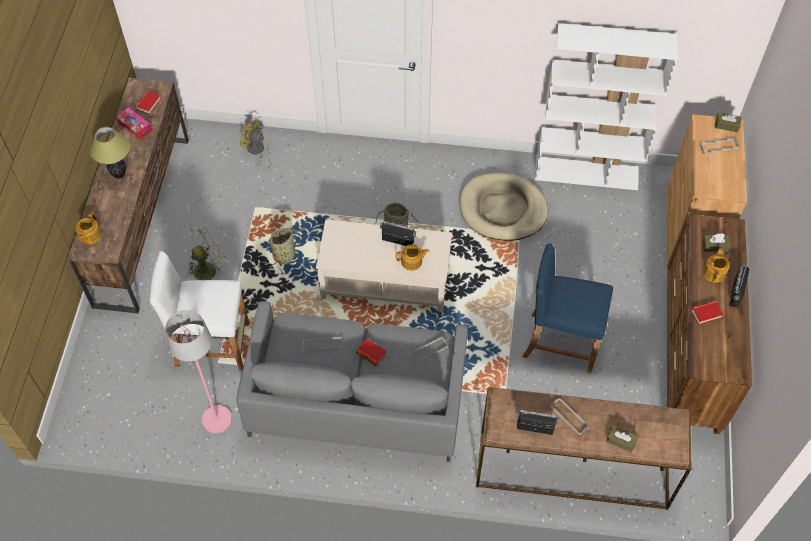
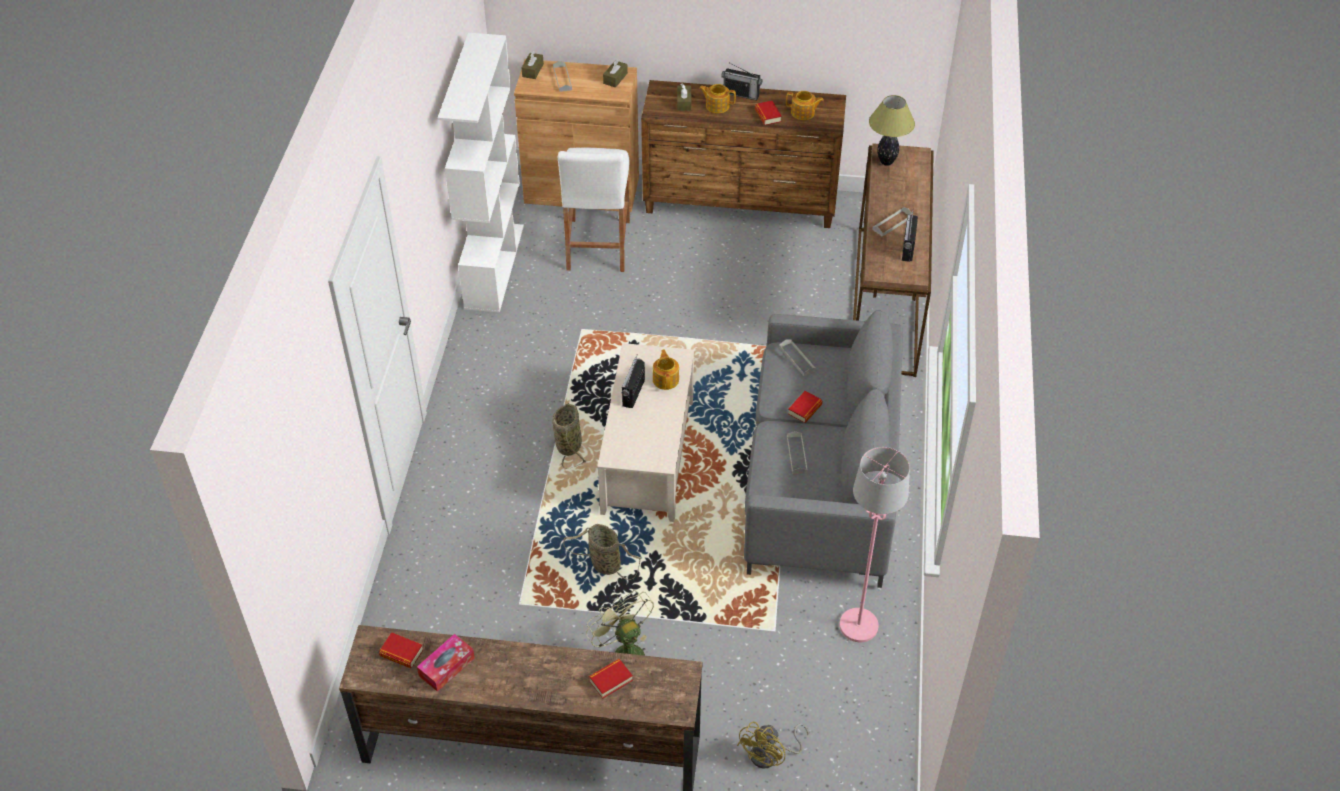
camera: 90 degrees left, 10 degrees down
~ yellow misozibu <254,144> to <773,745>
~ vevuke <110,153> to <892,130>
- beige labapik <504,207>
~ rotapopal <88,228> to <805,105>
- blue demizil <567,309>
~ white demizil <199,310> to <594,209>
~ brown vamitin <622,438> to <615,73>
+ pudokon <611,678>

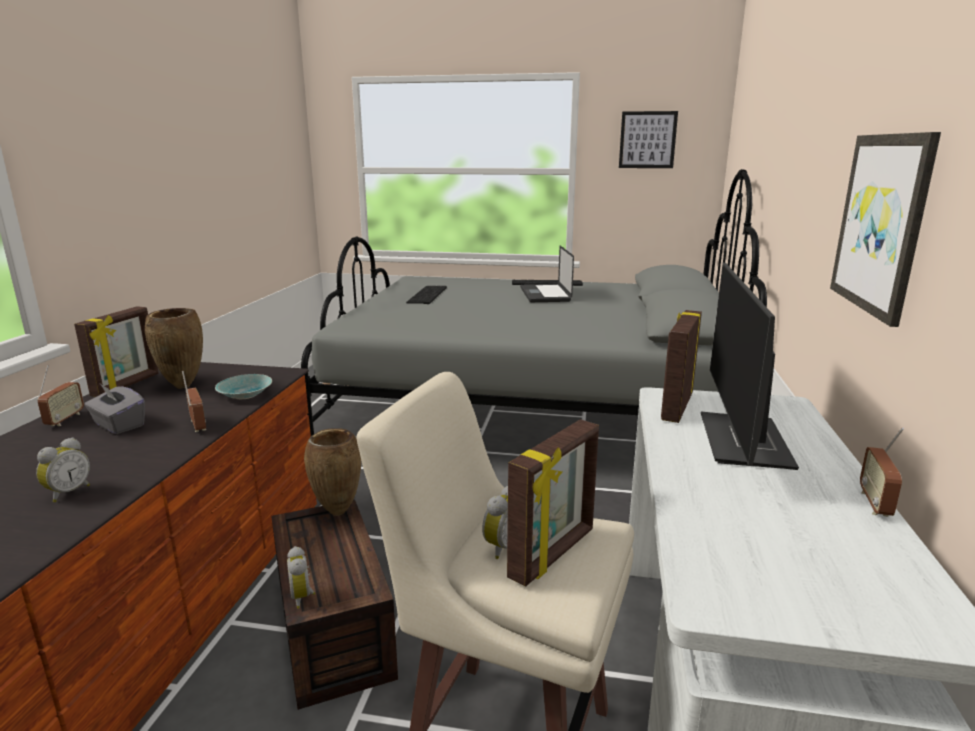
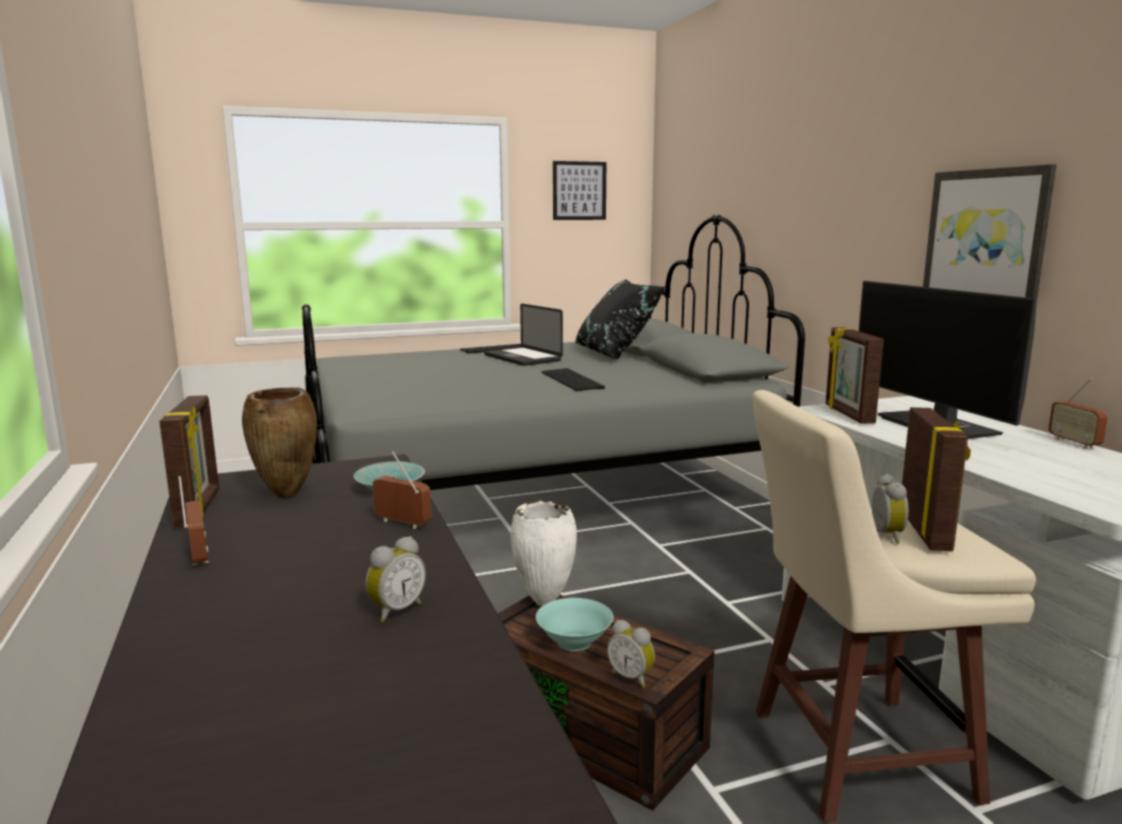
camera: 30 degrees left, 5 degrees down
~ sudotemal <426,295> to <573,379>
- grey vamitin <114,409>
~ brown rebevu <332,472> to white rebevu <544,553>
~ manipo <63,469> = <396,579> 45 degrees clockwise
+ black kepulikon <620,319>
+ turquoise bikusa <574,624>

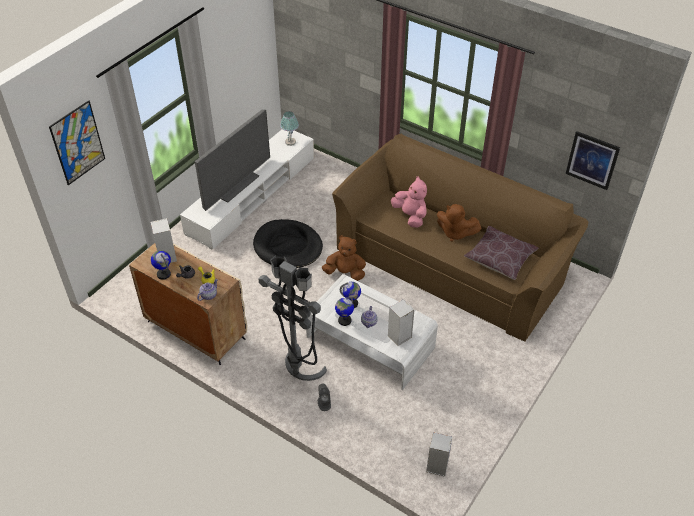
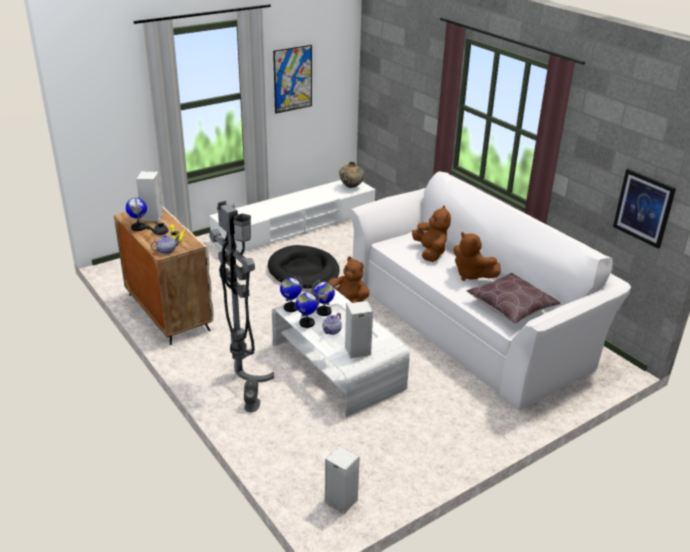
camera: 20 degrees right, 15 degrees down
~ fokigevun <77,142> to <292,79>
- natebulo <232,160>
~ vevuke <289,128> to beige rebevu <351,175>
~ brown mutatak <460,237> to white mutatak <490,291>
~ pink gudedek <409,202> to brown gudedek <431,234>
+ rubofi <291,294>

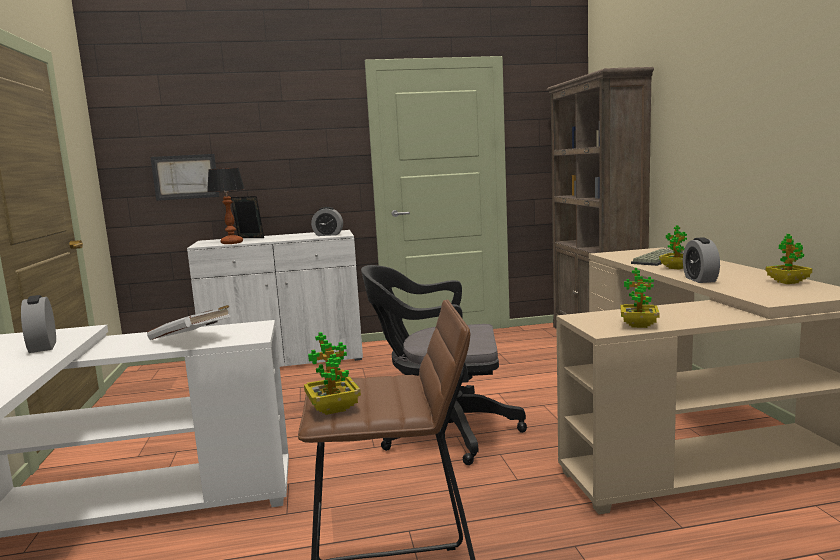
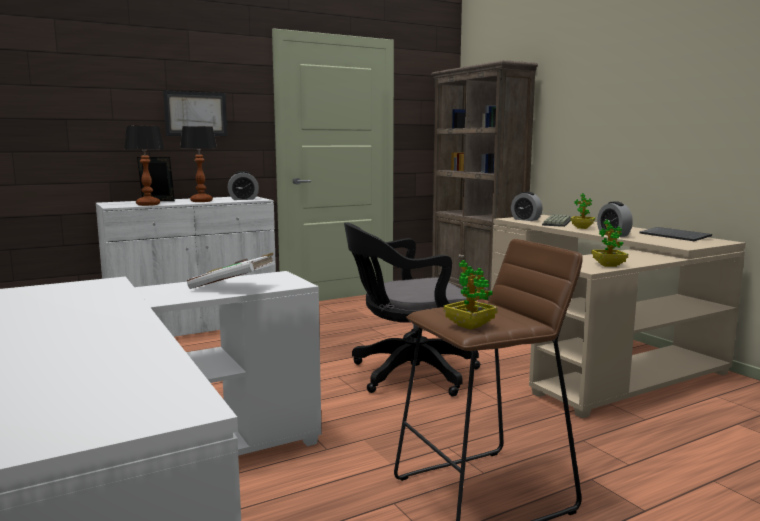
camera: 20 degrees left, 0 degrees up
~ fokigevun <185,177> to <195,113>
~ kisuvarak <789,259> to sudotemal <675,234>
~ manipo <38,324> to <527,206>
+ vevuke <198,164>

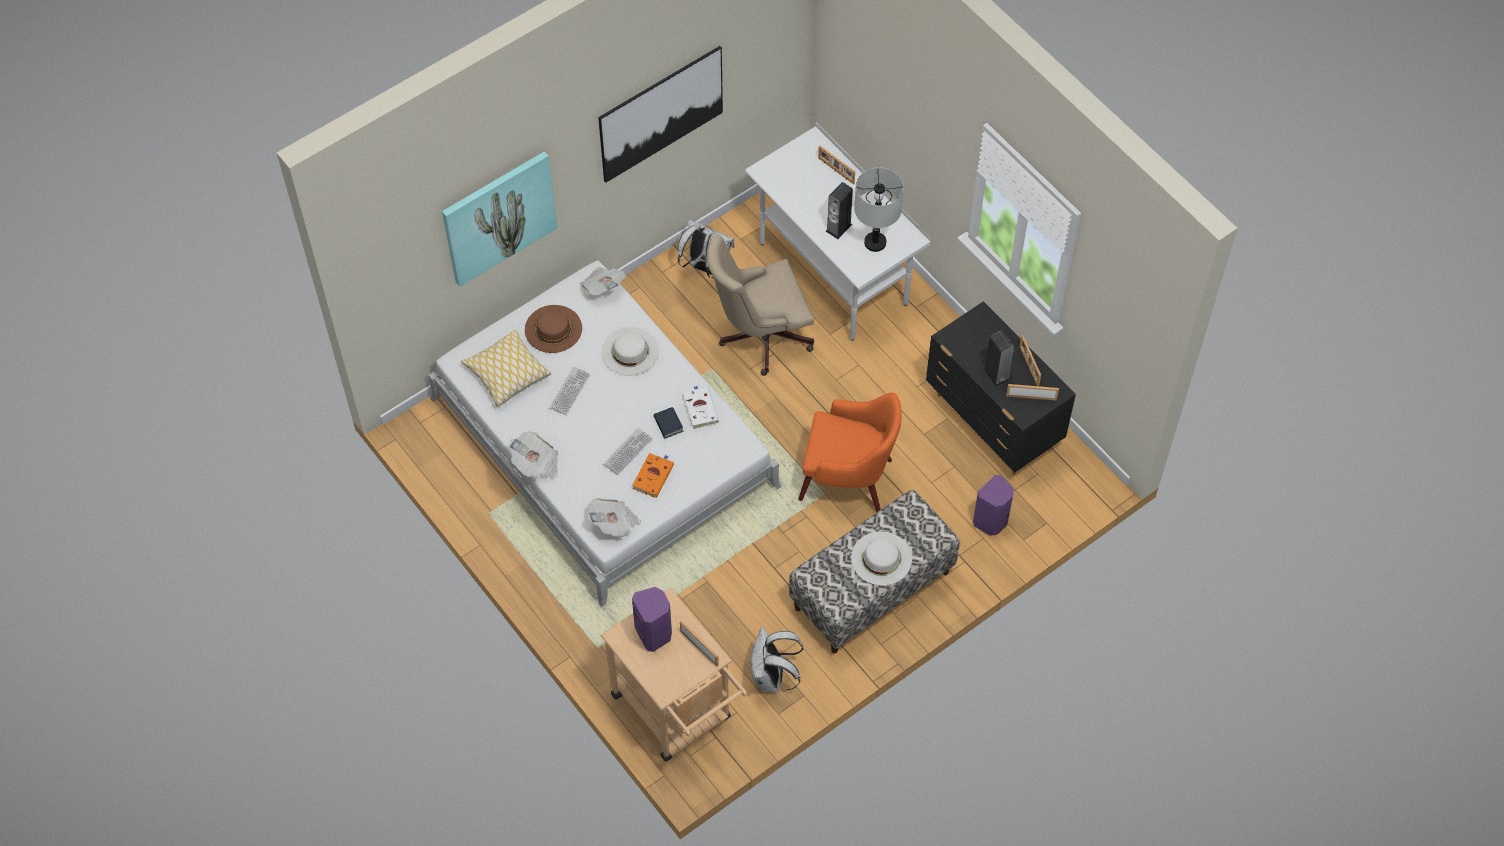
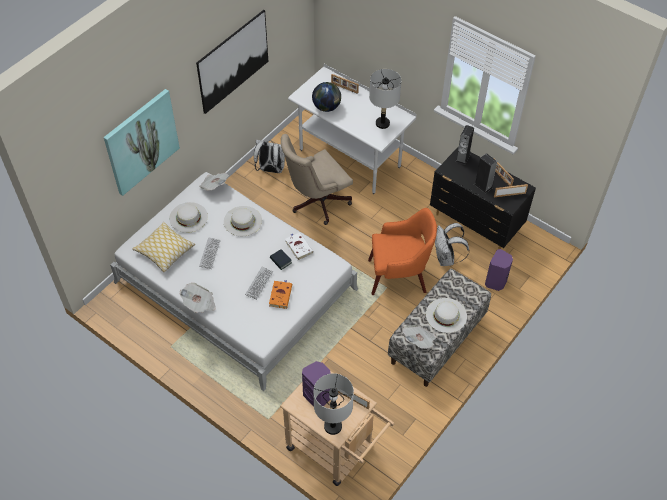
camera: 15 degrees left, 5 degrees down
~ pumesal <839,210> to <464,145>
~ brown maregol <553,329> to white maregol <188,217>
~ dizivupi <614,517> to <419,337>
~ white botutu <776,659> to <452,244>
+ rubofi <326,97>
+ grey vevuke <333,404>

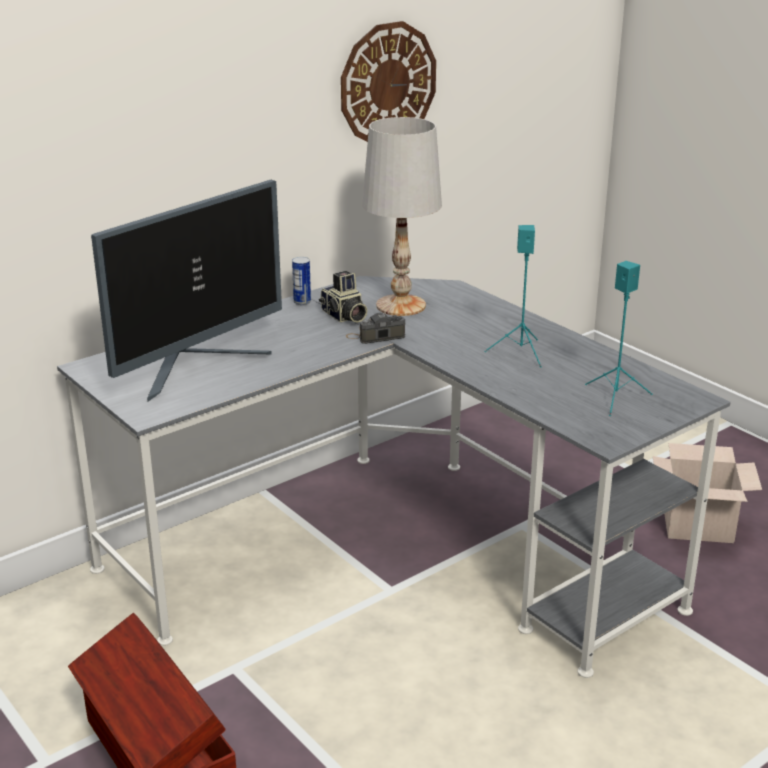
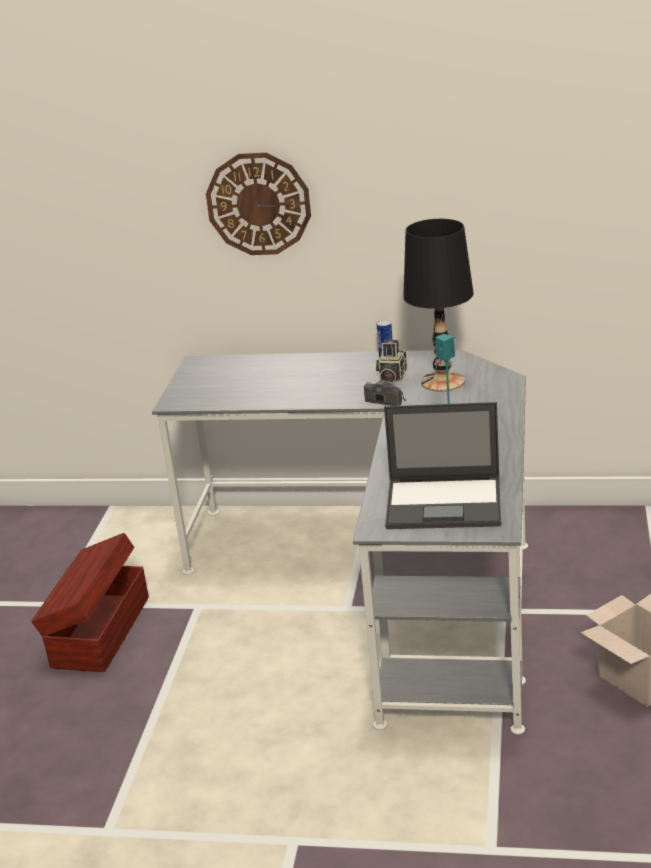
camera: 50 degrees right, 0 degrees up
~ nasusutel <388,81> to <258,203>
~ white vevuke <402,216> to black vevuke <438,305>
- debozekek <186,291>
~ turquoise pumesal <619,338> to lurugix <442,465>

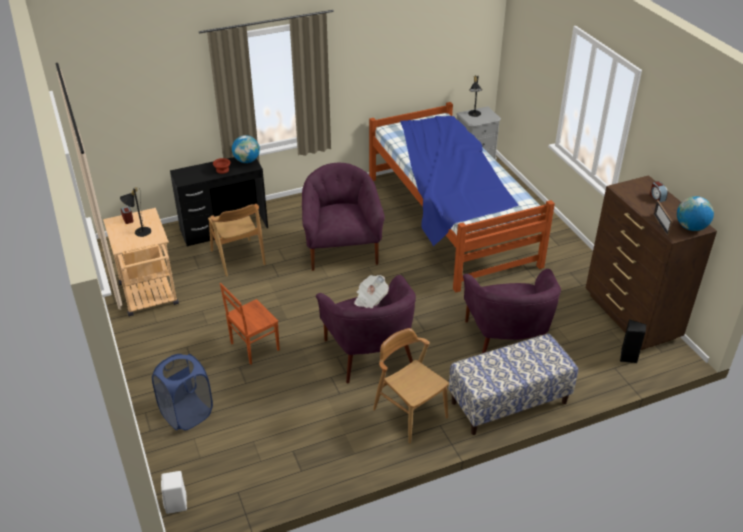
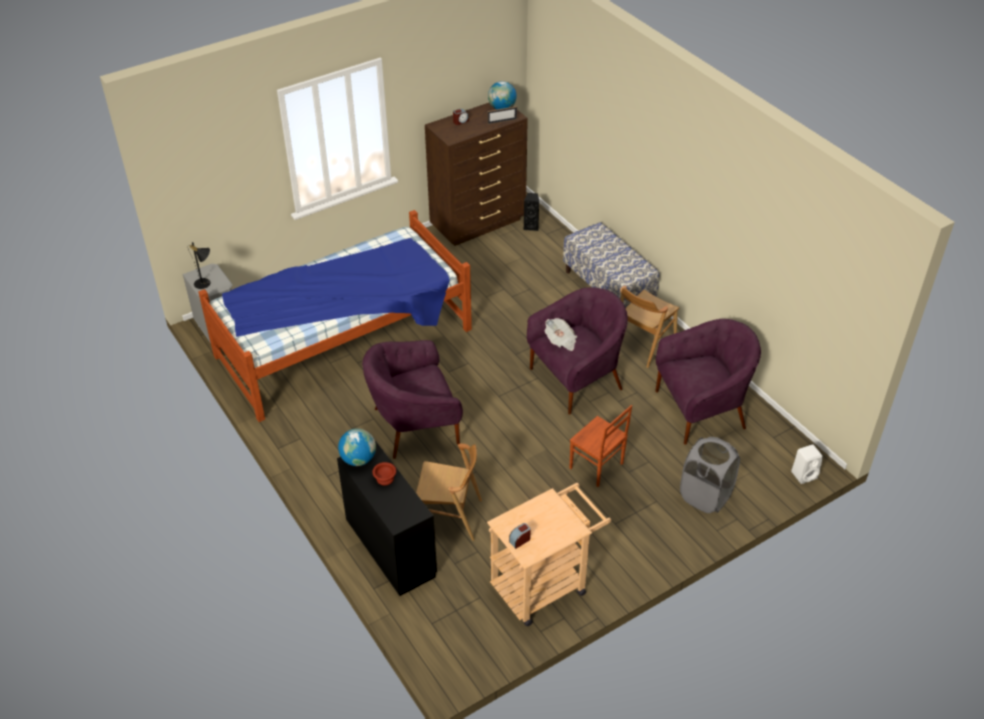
camera: 100 degrees left, 5 degrees up
- black vevuke <135,212>
~ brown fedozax <237,240> = <449,492> 45 degrees clockwise
~ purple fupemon <512,311> to <708,382>
~ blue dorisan <182,392> to grey dorisan <710,475>

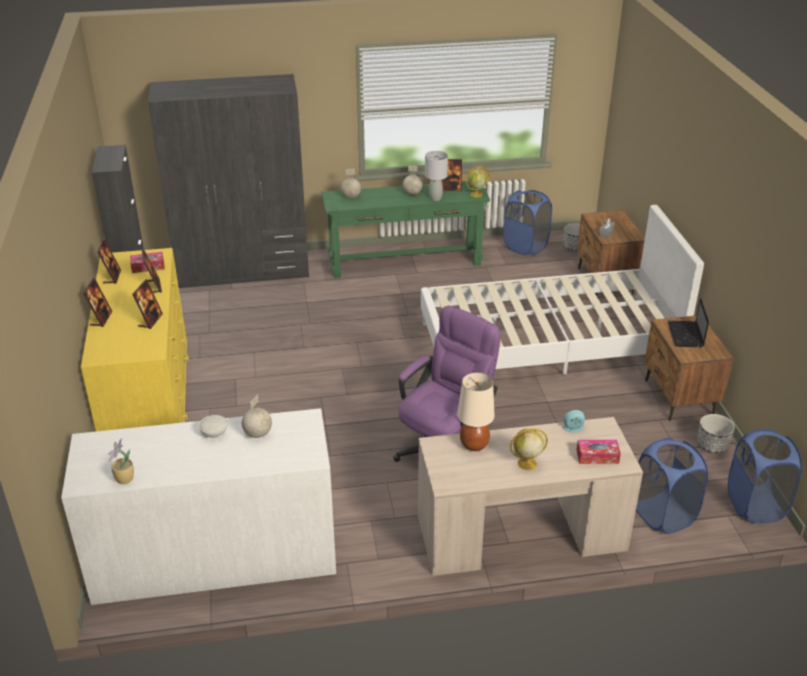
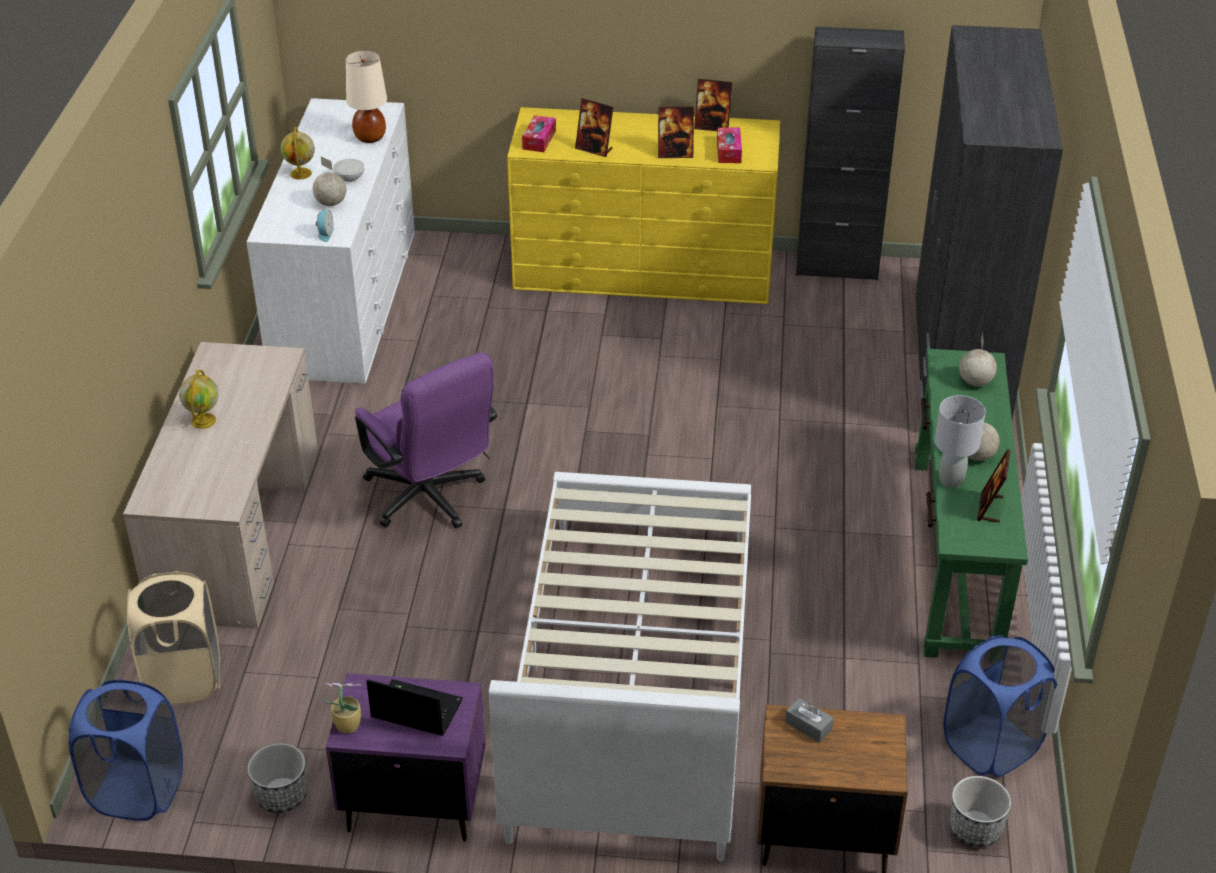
camera: 105 degrees right, 5 degrees up
~ rubofi <477,182> to <298,153>
- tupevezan <97,302>
~ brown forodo <688,368> to purple forodo <405,757>
~ beige vevuke <475,412> to <366,96>
~ manipo <573,421> to <325,226>
~ kisuvarak <121,461> to <341,708>
~ blue dorisan <672,486> to beige dorisan <173,638>
~ vamitin <599,452> to <539,133>

